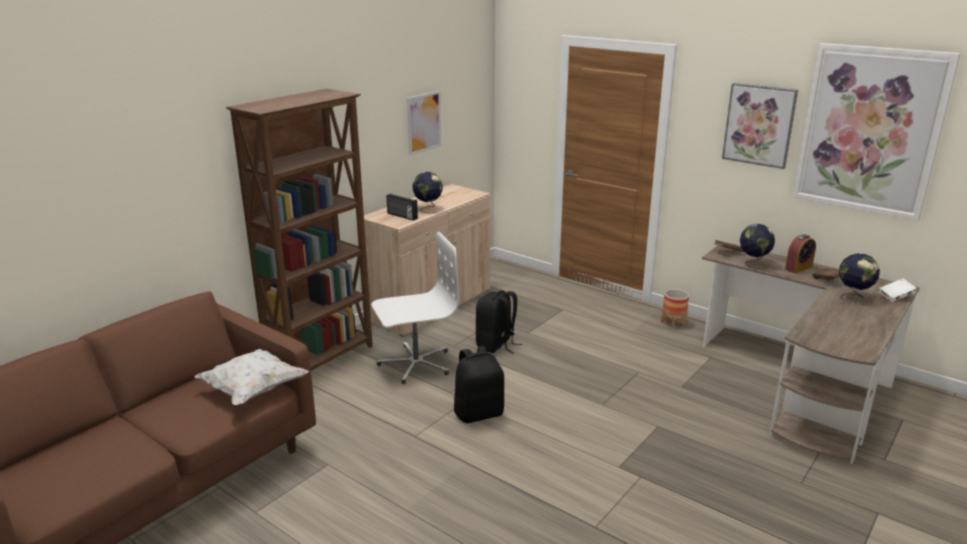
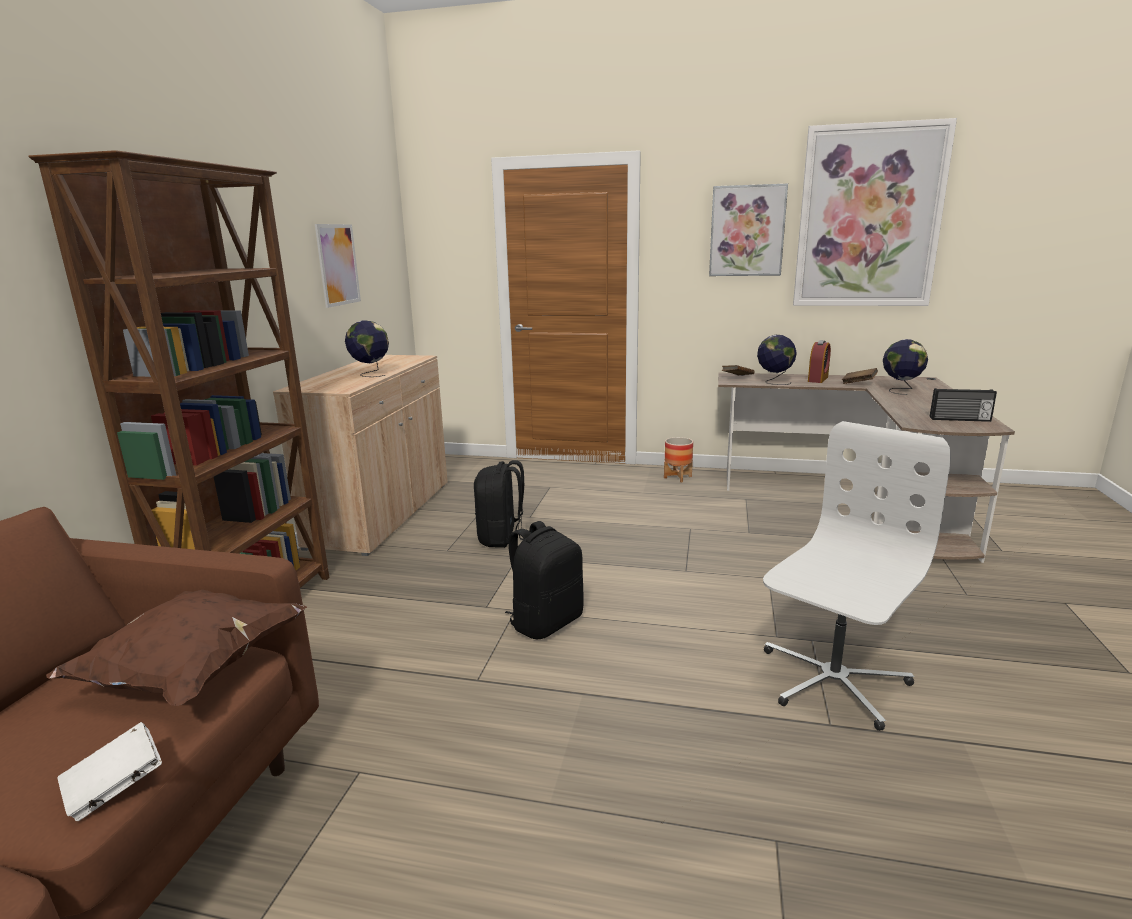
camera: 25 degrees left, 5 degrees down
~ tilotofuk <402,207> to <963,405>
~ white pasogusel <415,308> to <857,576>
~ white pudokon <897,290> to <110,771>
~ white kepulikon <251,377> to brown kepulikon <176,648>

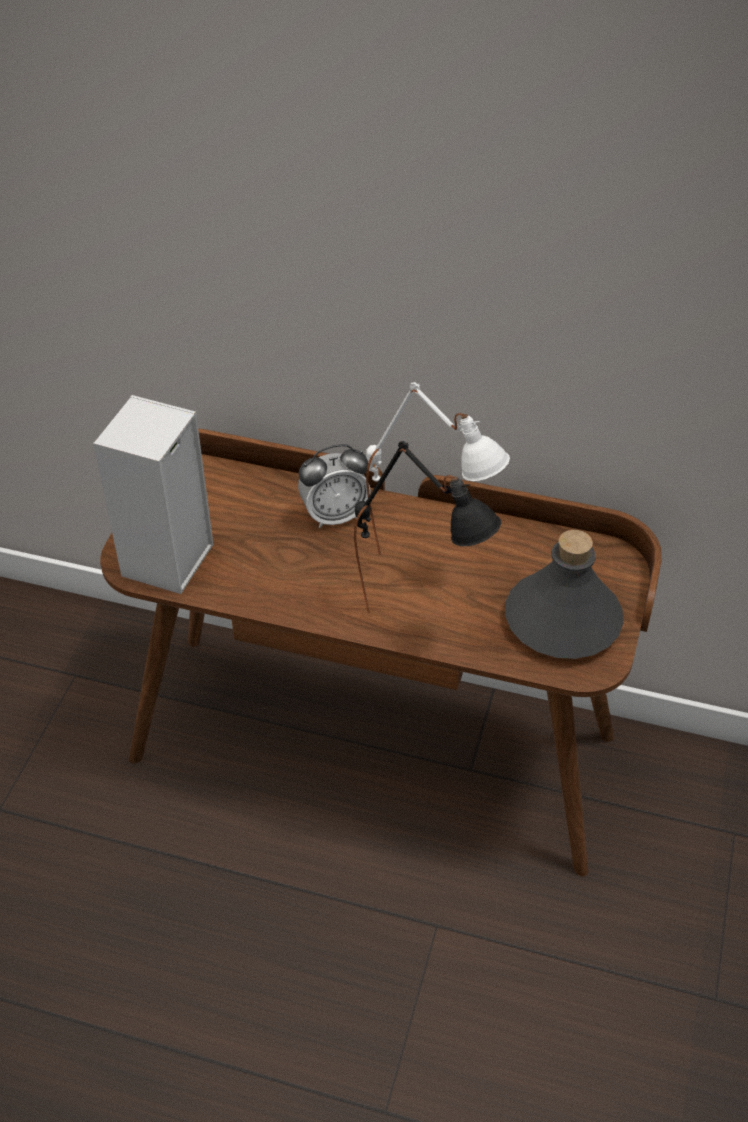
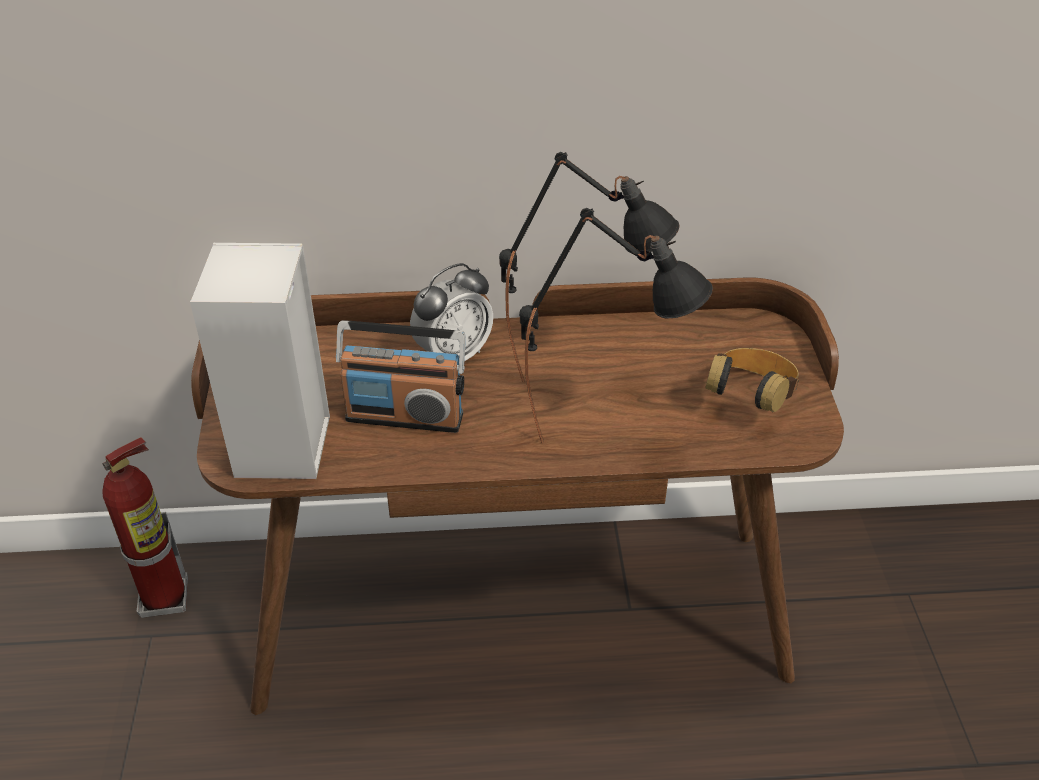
camera: 20 degrees left, 5 degrees down
~ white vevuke <438,468> to black vevuke <589,267>
~ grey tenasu <564,594> to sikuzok <752,380>
+ tilotofuk <401,376>
+ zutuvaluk <145,527>

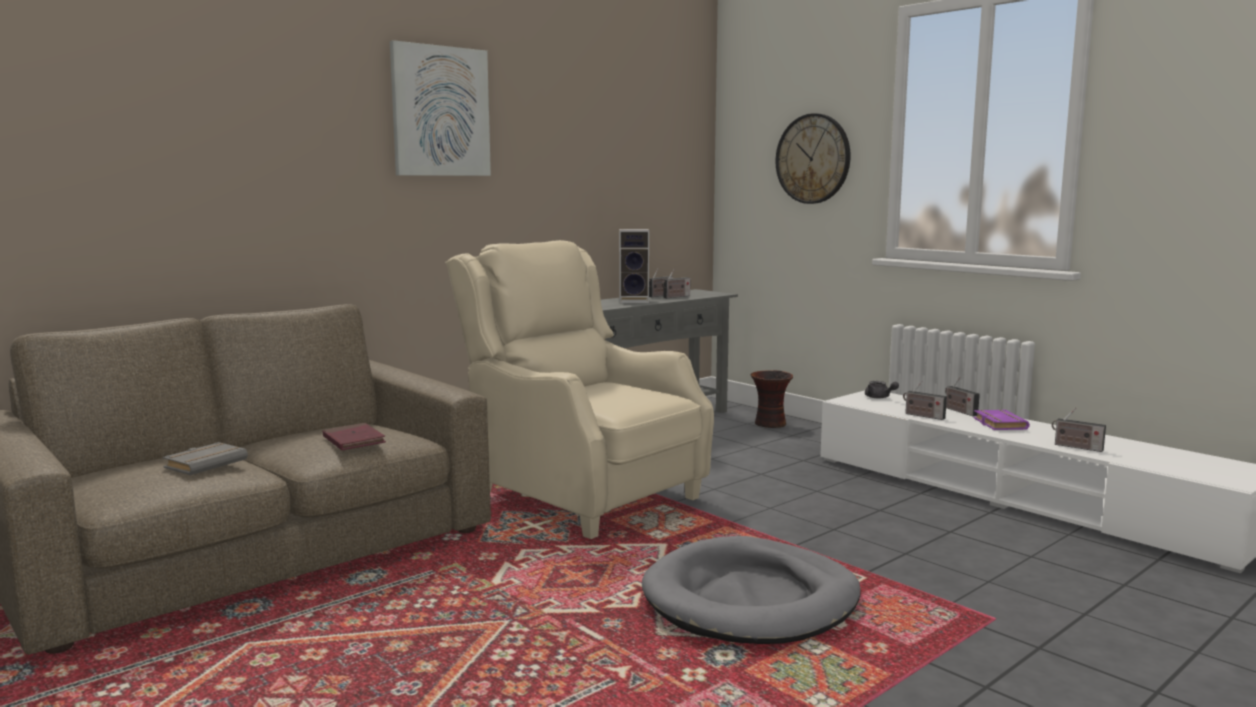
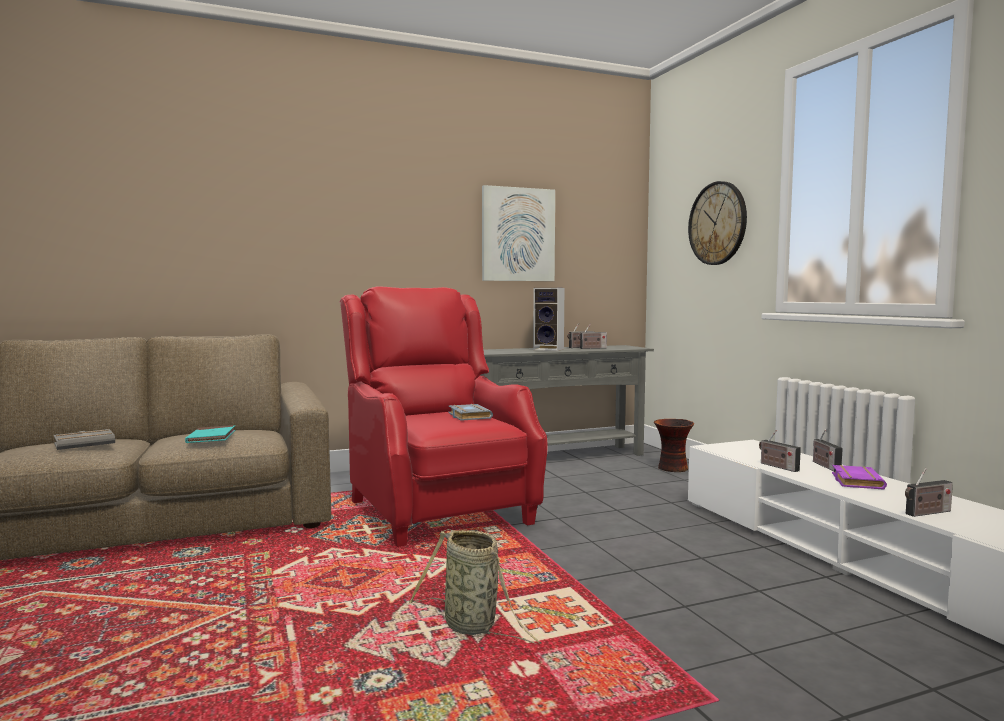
camera: 20 degrees right, 5 degrees down
~ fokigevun <440,108> to <518,233>
~ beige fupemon <579,389> to red fupemon <443,416>
- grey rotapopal <882,390>
~ tilotofuk <1079,430> = <929,492> 75 degrees counterclockwise
~ red pudokon <354,436> to turquoise pudokon <210,434>
~ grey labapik <751,590> to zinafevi <475,586>
+ grey pudokon <470,412>

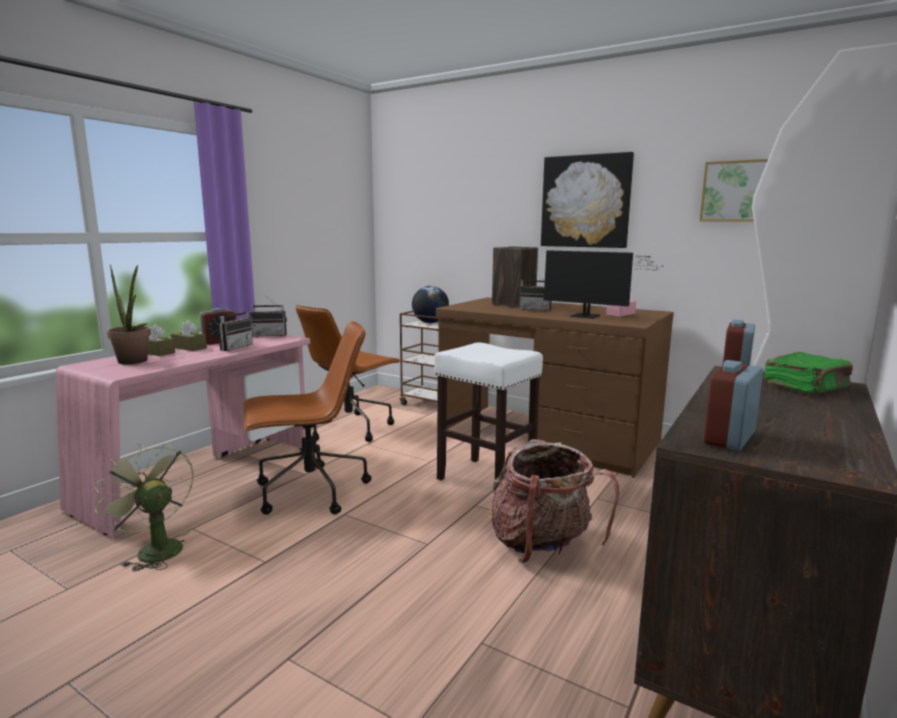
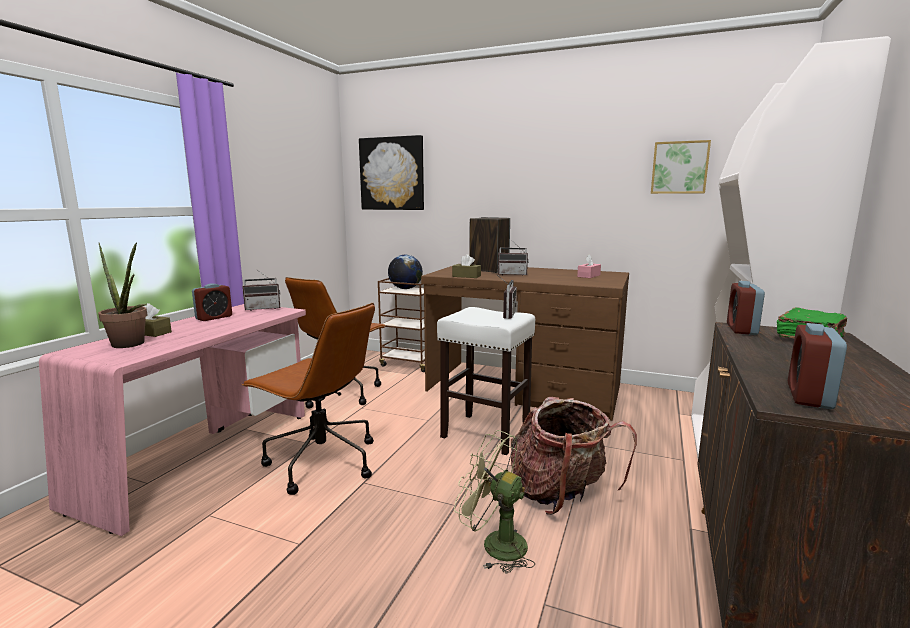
camera: 10 degrees left, 0 degrees up
~ fokigevun <587,200> to <391,172>
- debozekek <604,284>
~ tilotofuk <235,327> to <506,296>
~ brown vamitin <189,335> to <466,266>
~ brown pasogusel <307,418> = <308,399> 60 degrees clockwise
~ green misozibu <143,507> to <494,502>

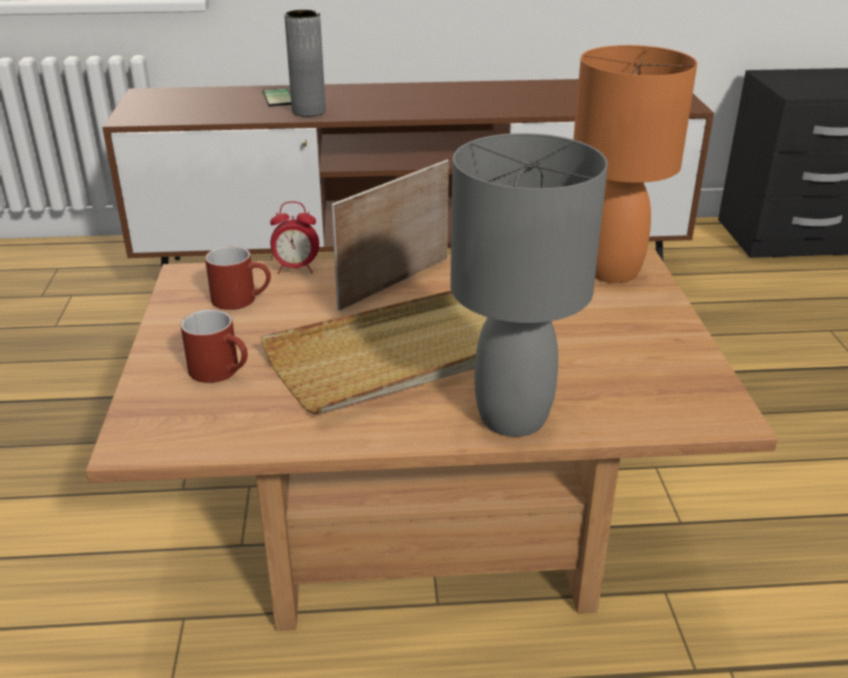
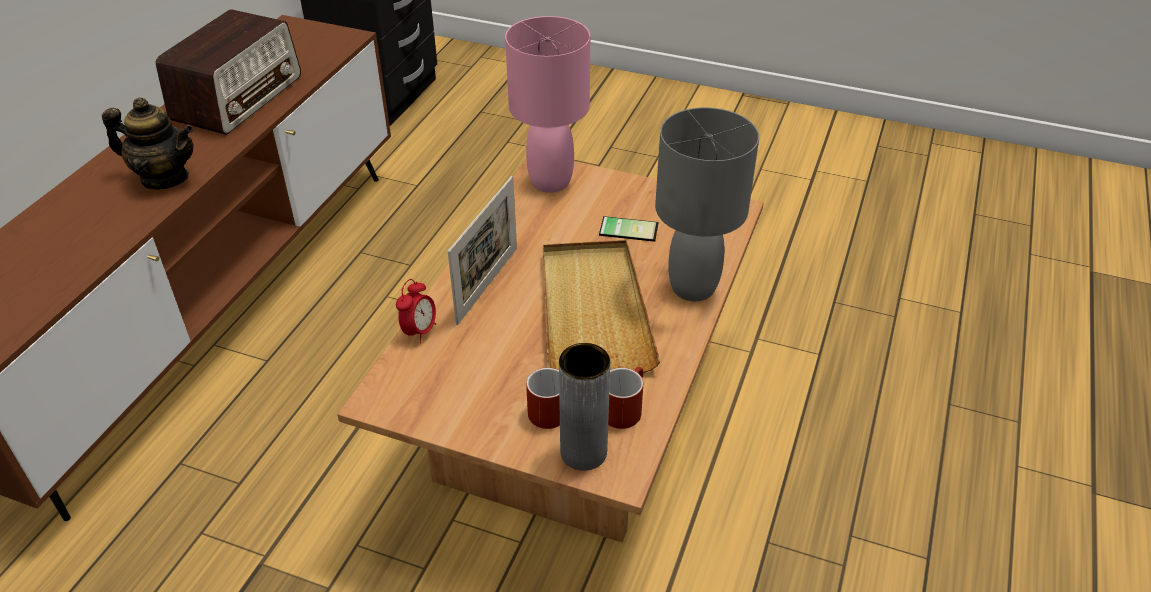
camera: 65 degrees left, 10 degrees up
~ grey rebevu <305,63> to <584,407>
~ orange vevuke <635,164> to pink vevuke <547,104>
~ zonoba <277,97> to <628,229>
~ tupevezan <390,235> = <482,250> 135 degrees counterclockwise
~ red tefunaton <238,278> to <625,398>
+ tilotofuk <228,72>
+ rotapopal <148,143>

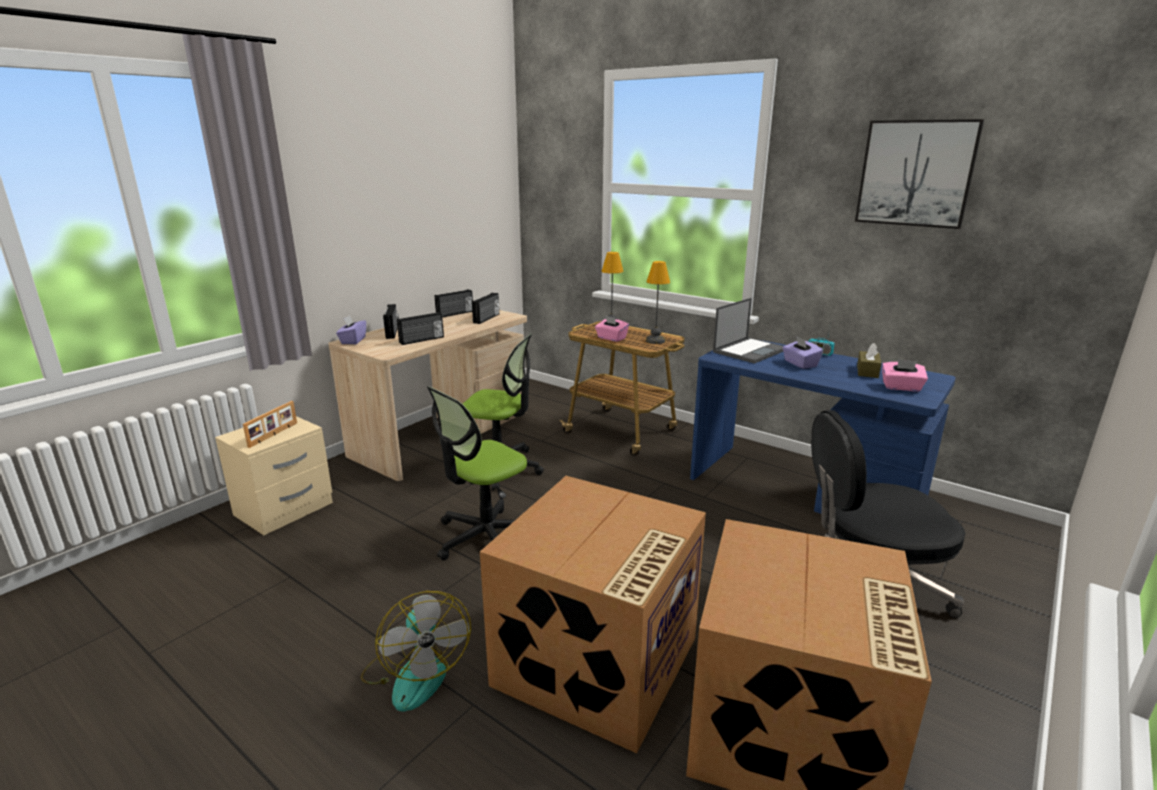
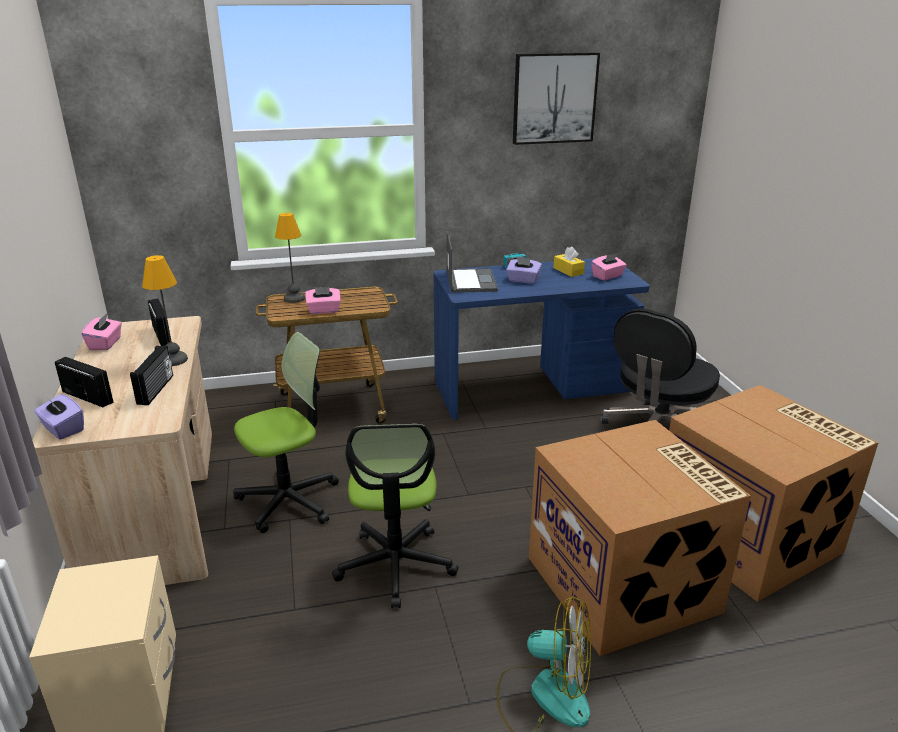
camera: 50 degrees left, 5 degrees up
~ vevuke <658,302> to <165,310>
~ tilotofuk <454,303> to pink vamitin <102,332>
~ brown vamitin <869,360> to yellow vamitin <569,261>
- tupevezan <270,424>

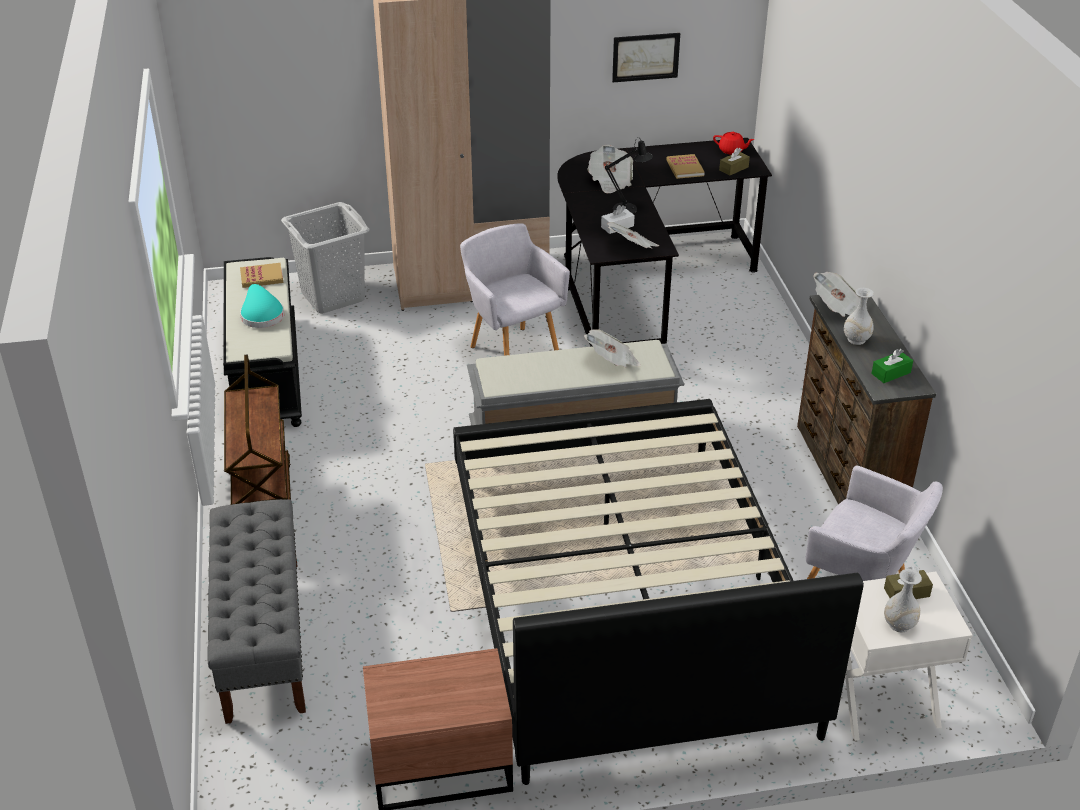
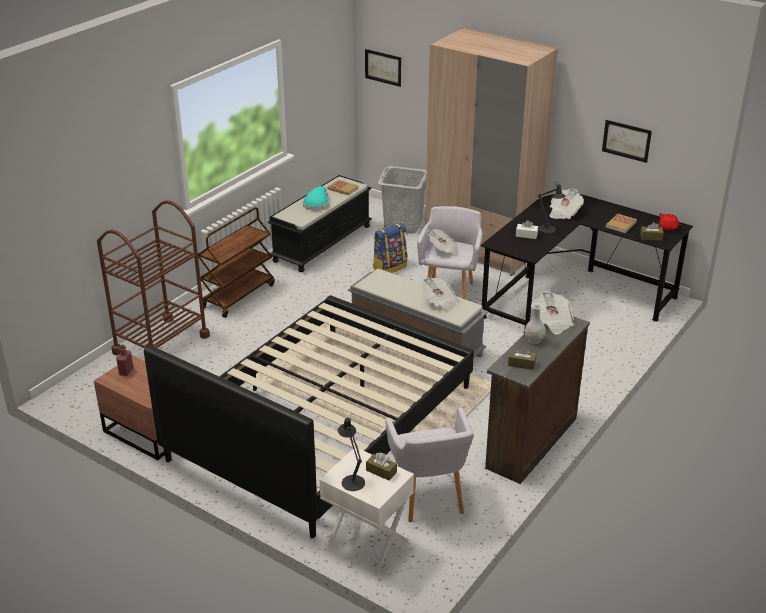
camera: 45 degrees right, 5 degrees down
~ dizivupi <633,235> to <443,242>
~ green vamitin <892,366> to brown vamitin <522,358>
~ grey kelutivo <256,611> to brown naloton <153,277>
~ white rebevu <903,600> to black vevuke <351,454>
+ fokigevun <383,68>
+ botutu <390,248>
+ red tenasu <124,360>

